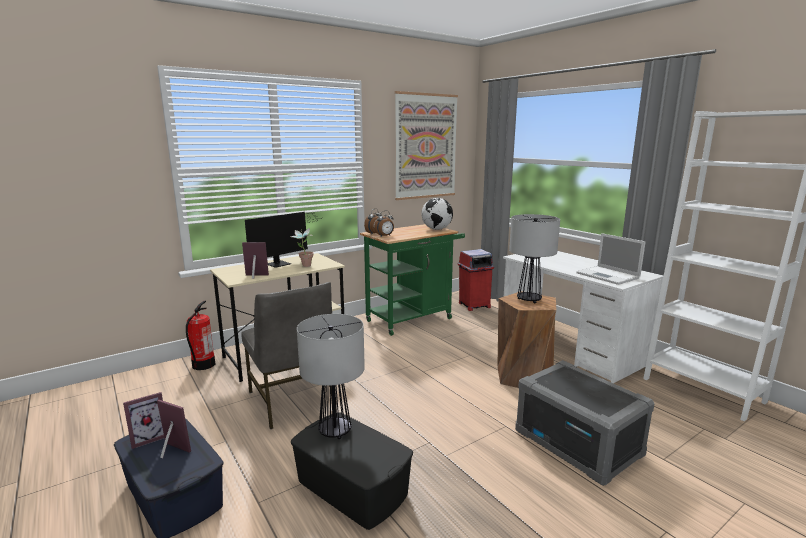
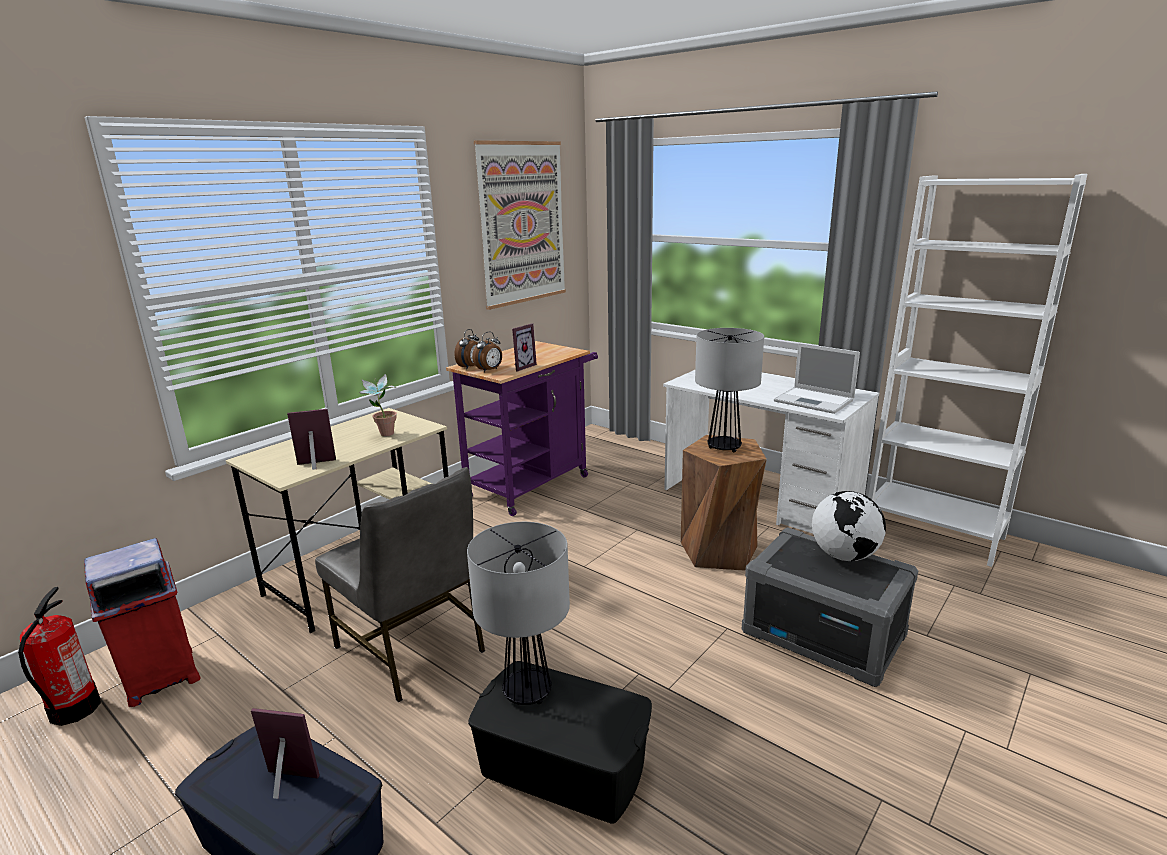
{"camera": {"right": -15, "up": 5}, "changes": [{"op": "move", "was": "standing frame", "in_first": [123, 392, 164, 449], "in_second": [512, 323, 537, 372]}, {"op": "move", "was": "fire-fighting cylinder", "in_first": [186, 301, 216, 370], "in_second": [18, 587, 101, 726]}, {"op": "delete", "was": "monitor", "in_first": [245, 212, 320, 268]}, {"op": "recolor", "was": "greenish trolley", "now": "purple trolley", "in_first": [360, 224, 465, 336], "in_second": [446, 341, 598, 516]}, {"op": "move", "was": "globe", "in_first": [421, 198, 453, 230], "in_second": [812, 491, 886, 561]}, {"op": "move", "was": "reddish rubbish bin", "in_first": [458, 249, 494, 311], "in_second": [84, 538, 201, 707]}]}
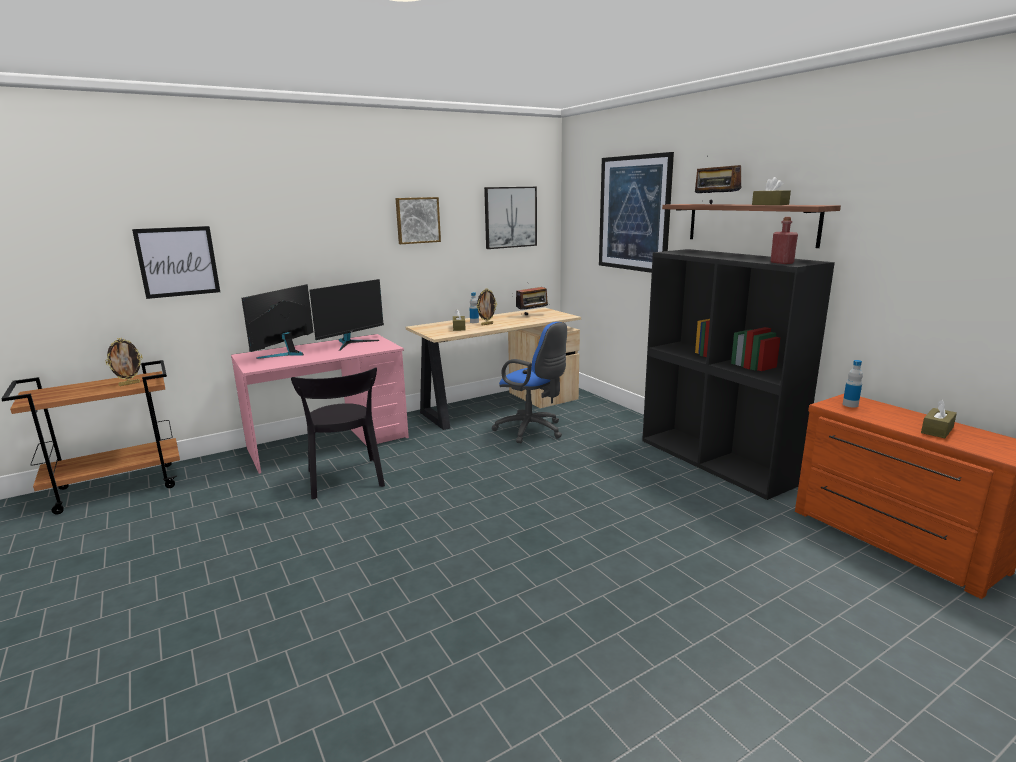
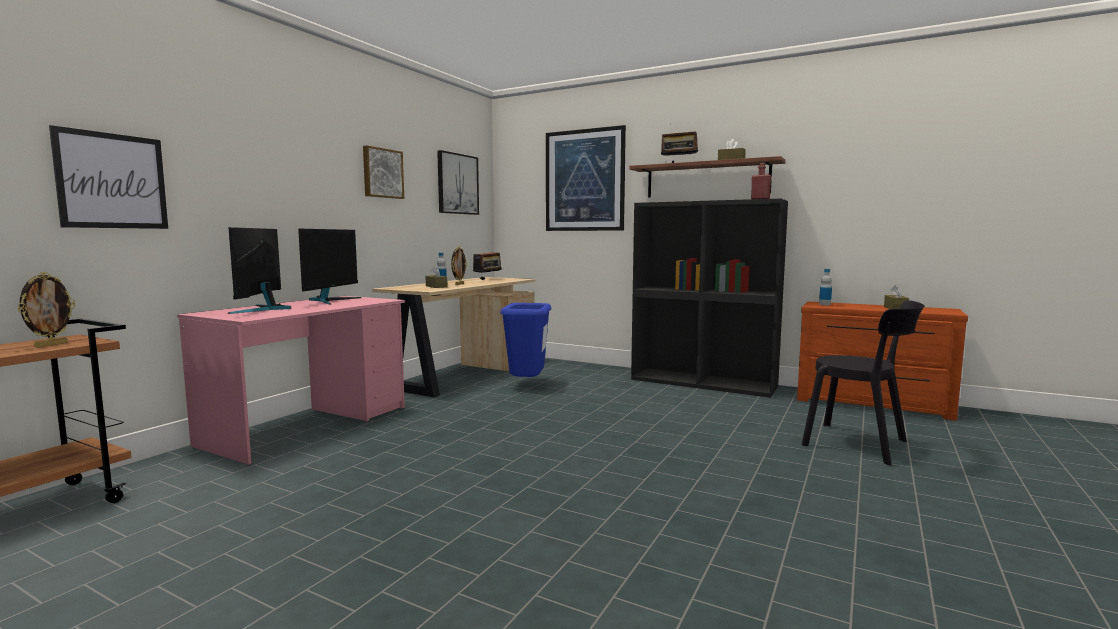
{"camera": {"right": -30, "up": -10}, "changes": [{"op": "move", "was": "black upright chair", "in_first": [291, 367, 385, 499], "in_second": [802, 300, 925, 466]}, {"op": "replace", "was": "blue-coloured office chair", "now": "blue-coloured rubbish bin", "in_first": [492, 322, 567, 443], "in_second": [500, 303, 551, 377]}]}
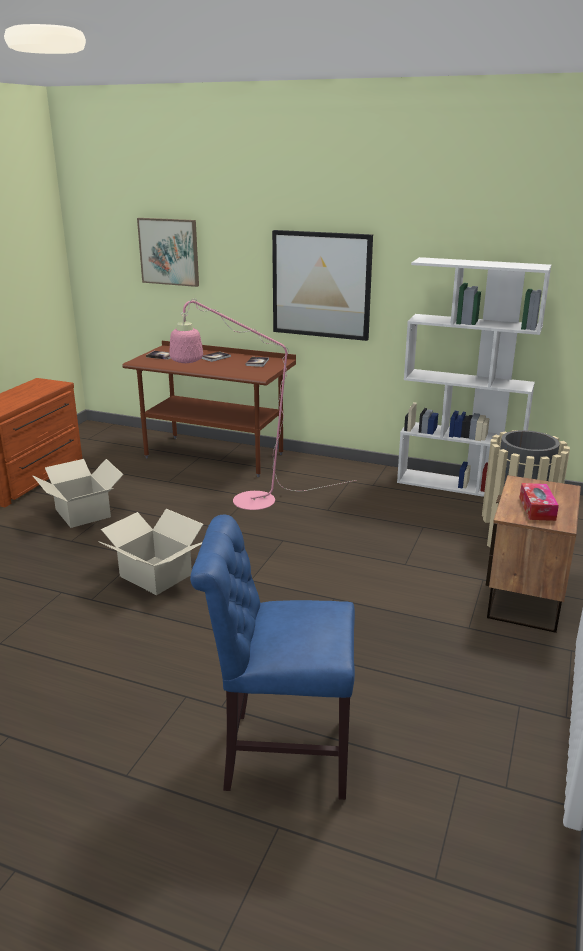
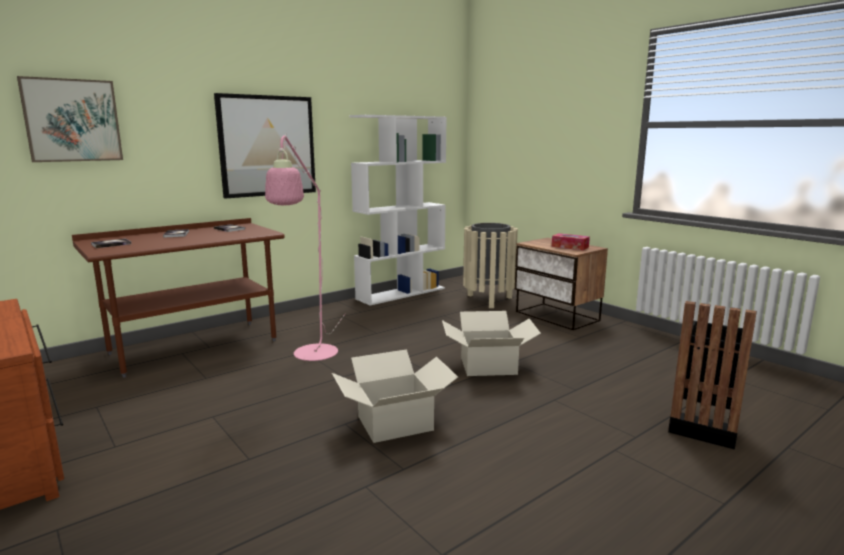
{"camera": {"right": -60, "up": -10}, "changes": [{"op": "move", "was": "carton", "in_first": [33, 459, 124, 528], "in_second": [442, 311, 541, 376]}, {"op": "replace", "was": "blue-coloured upright chair", "now": "black rubbish bin", "in_first": [190, 515, 355, 800], "in_second": [668, 301, 757, 450]}]}
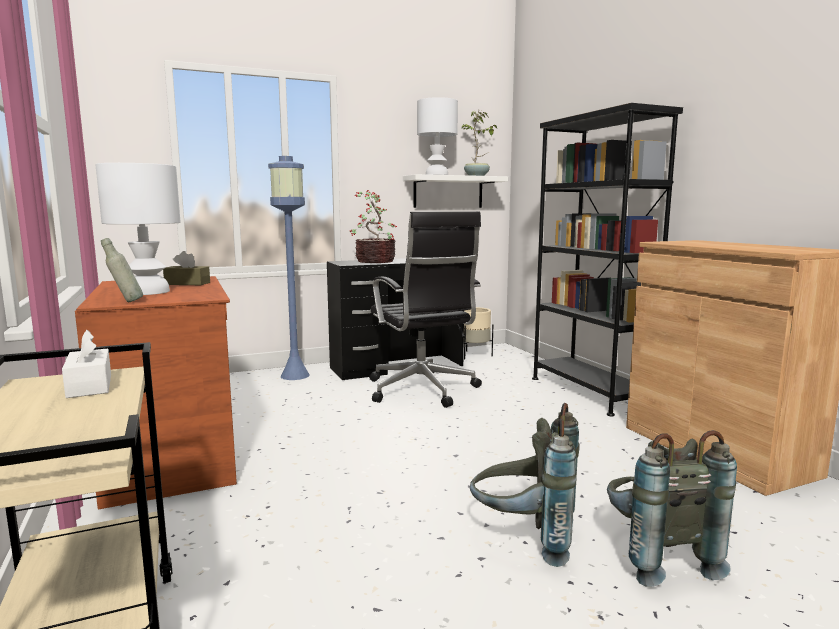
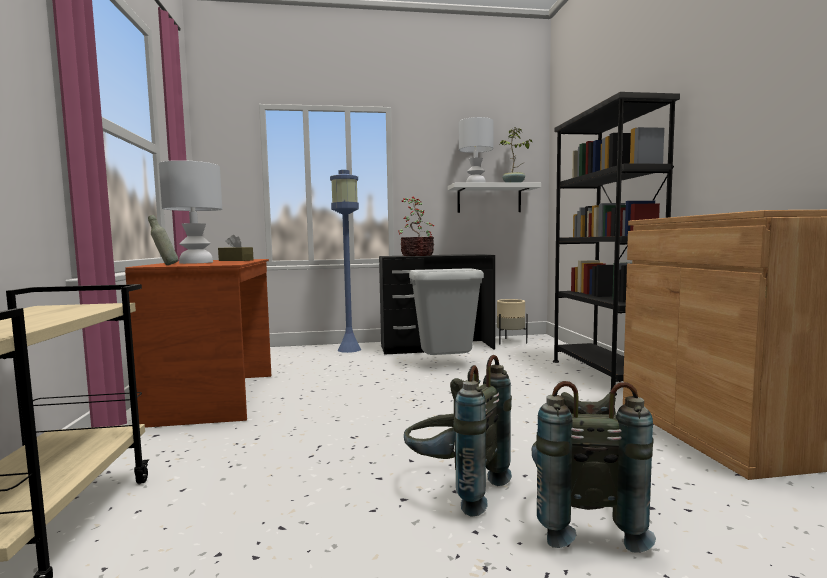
{"camera": {"right": 15, "up": -5}, "changes": [{"op": "delete", "was": "white-coloured tissue holder", "in_first": [62, 330, 111, 398]}, {"op": "replace", "was": "black office chair", "now": "gray rubbish bin", "in_first": [369, 211, 482, 408], "in_second": [409, 269, 484, 355]}]}
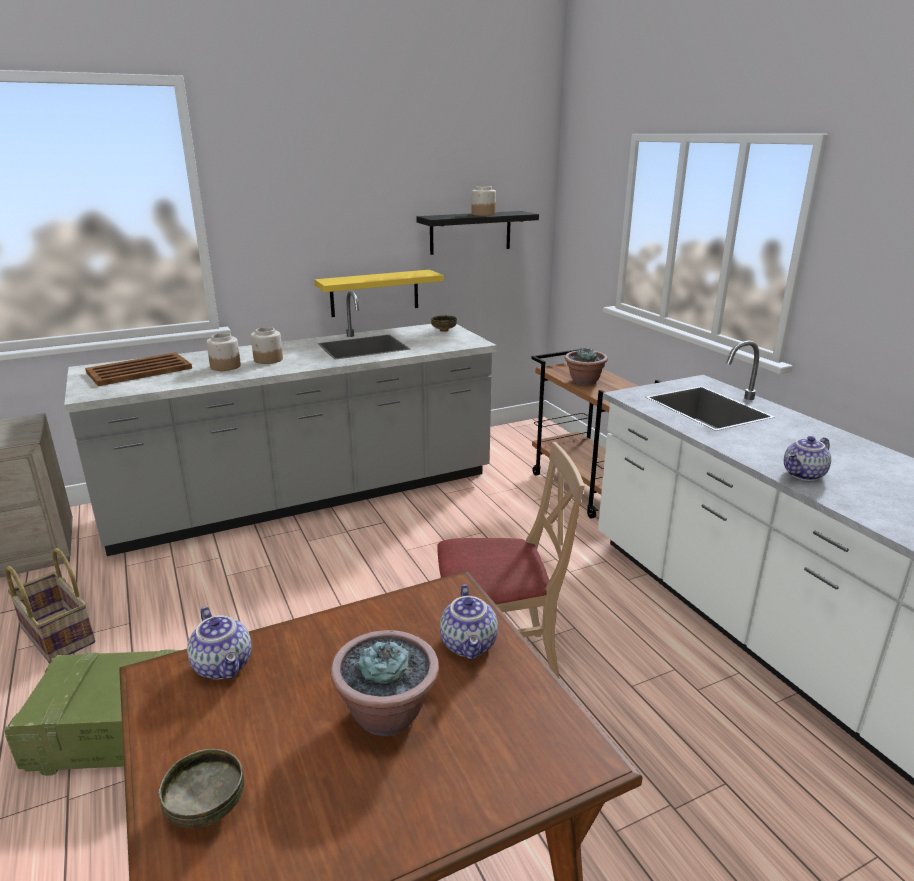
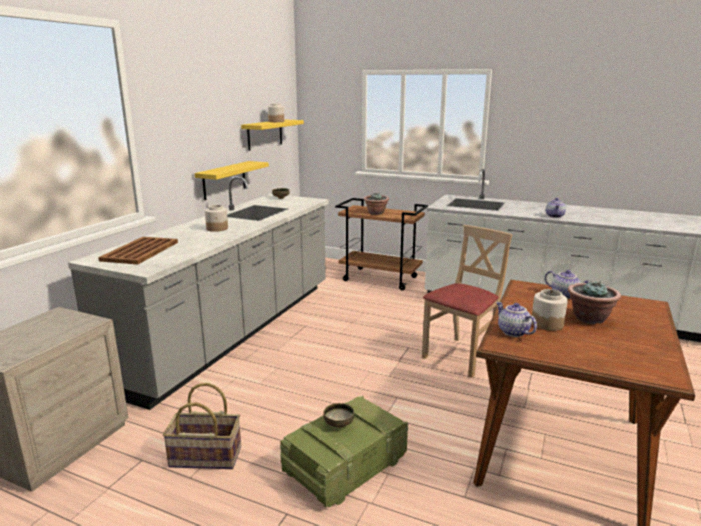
{"camera": {"right": -40, "up": -5}, "changes": [{"op": "move", "was": "deep dish", "in_first": [158, 749, 244, 828], "in_second": [324, 403, 354, 428]}, {"op": "rotate", "was": "teapot", "in_first": [187, 607, 252, 680], "in_second": [496, 302, 537, 337], "clockwise": -135}, {"op": "move", "was": "storage jar", "in_first": [206, 333, 241, 371], "in_second": [532, 289, 568, 331]}, {"op": "recolor", "was": "black wall shelf", "now": "yellow-coloured wall shelf", "in_first": [417, 211, 539, 255], "in_second": [241, 120, 304, 151]}]}
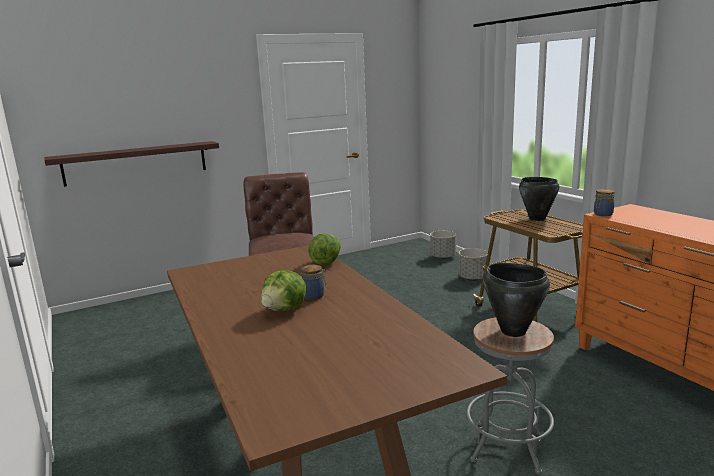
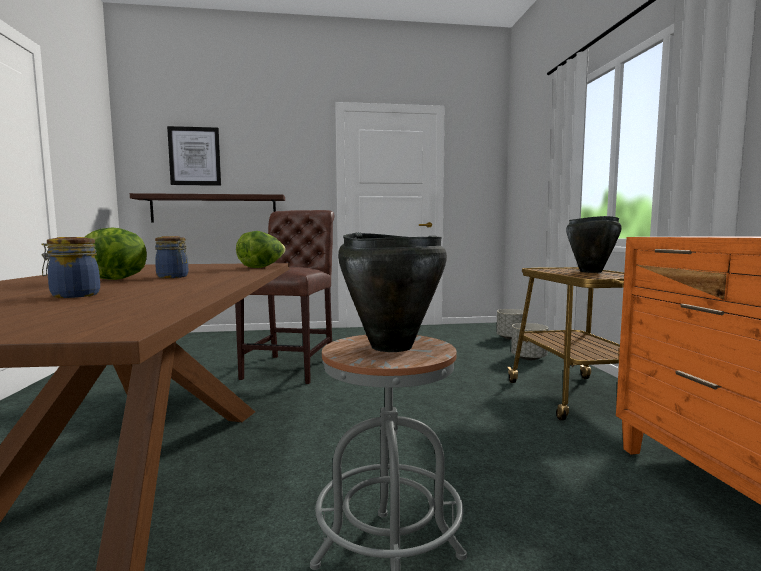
{"camera": {"right": 20, "up": -10}, "changes": [{"op": "move", "was": "storage jar", "in_first": [594, 189, 615, 216], "in_second": [41, 237, 100, 298]}, {"op": "insert", "now": "wall picture", "in_second": [167, 126, 221, 186]}]}
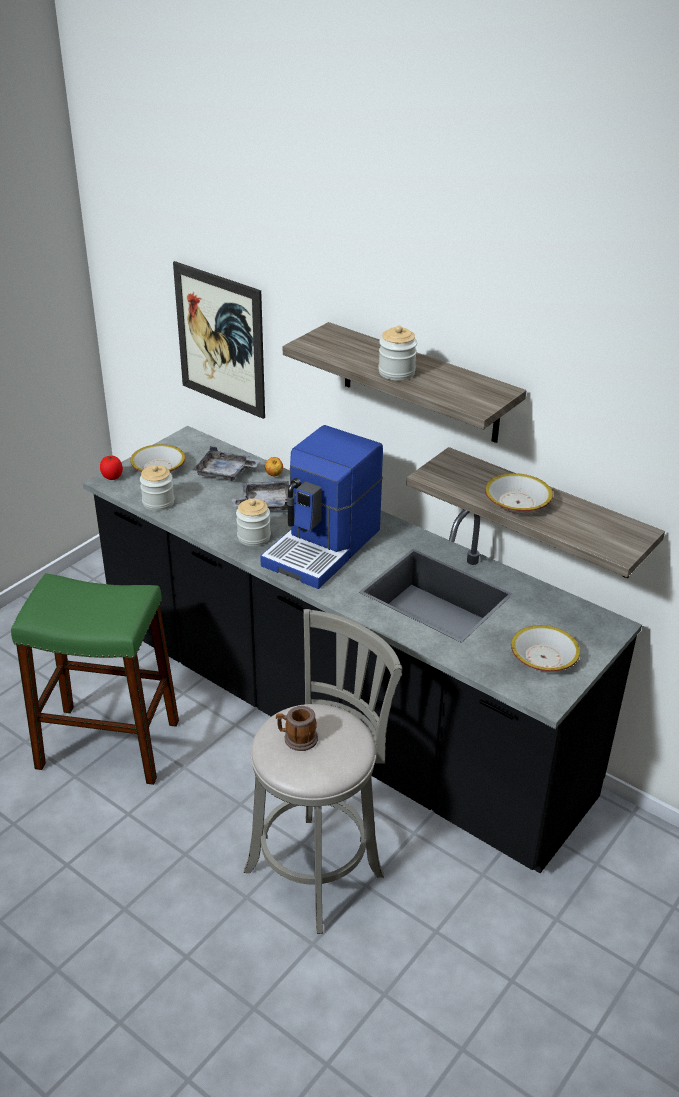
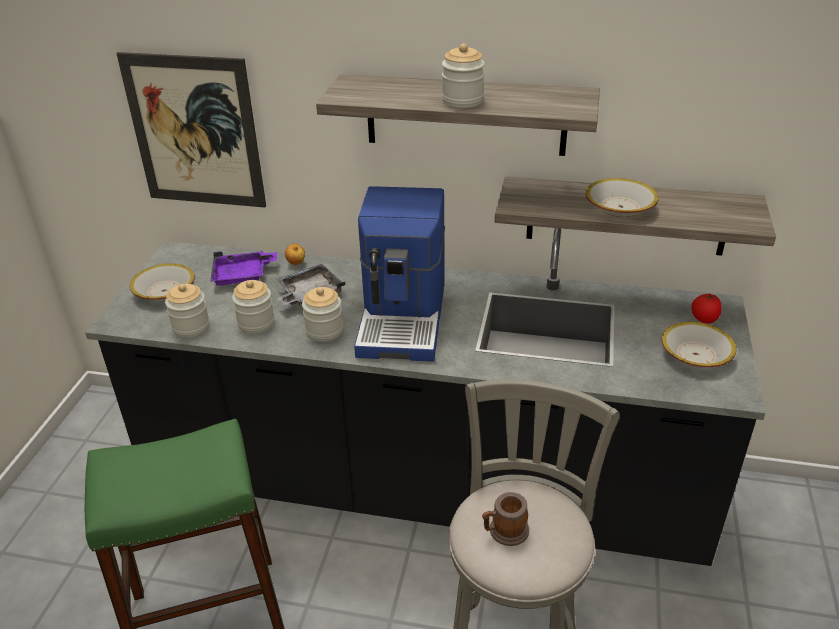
{"camera": {"right": -25, "up": 0}, "changes": [{"op": "move", "was": "tomato", "in_first": [100, 456, 123, 480], "in_second": [691, 294, 722, 323]}, {"op": "recolor", "was": "gray carrying tray", "now": "purple carrying tray", "in_first": [193, 446, 260, 481], "in_second": [210, 251, 277, 286]}, {"op": "insert", "now": "storage jar", "in_second": [232, 280, 275, 334]}]}
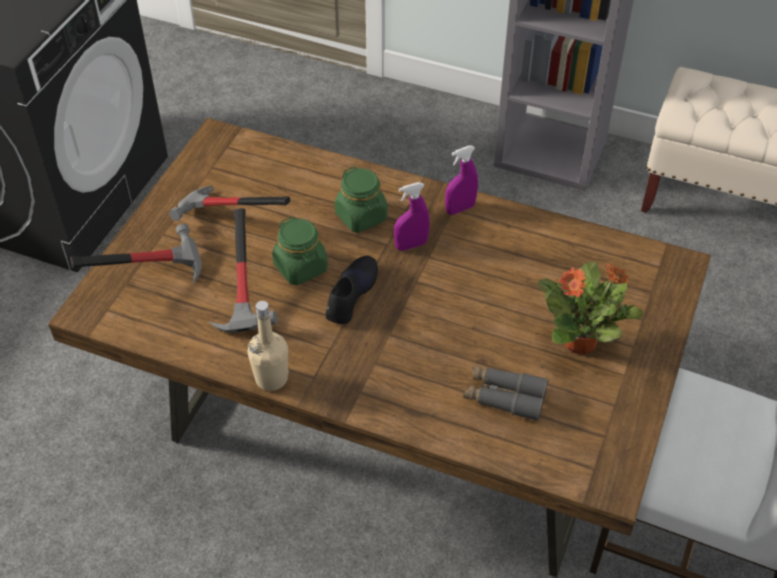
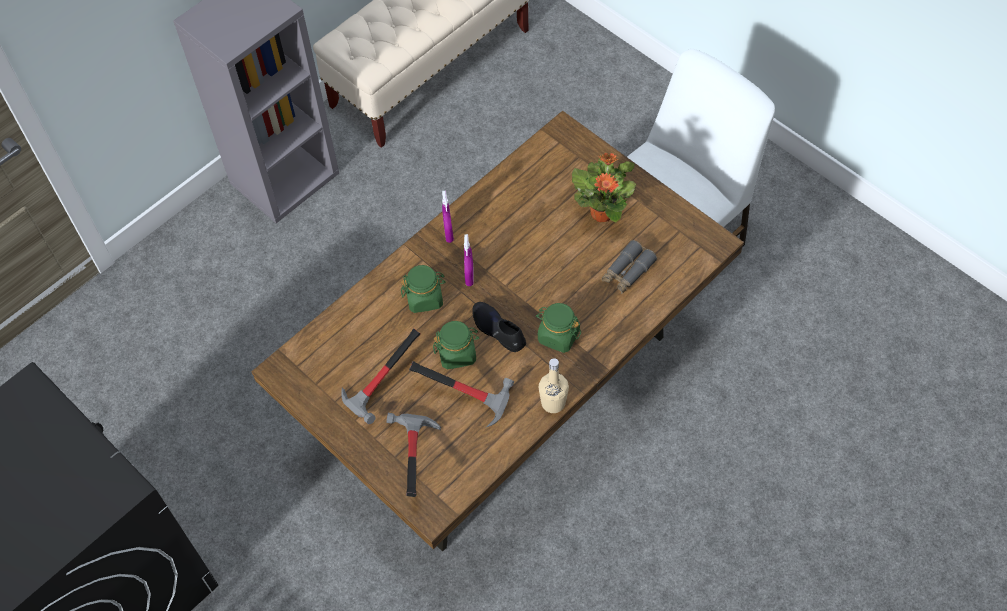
{"camera": {"right": -65, "up": 10}, "changes": [{"op": "insert", "now": "greenish storage jar", "in_second": [536, 303, 581, 353]}]}
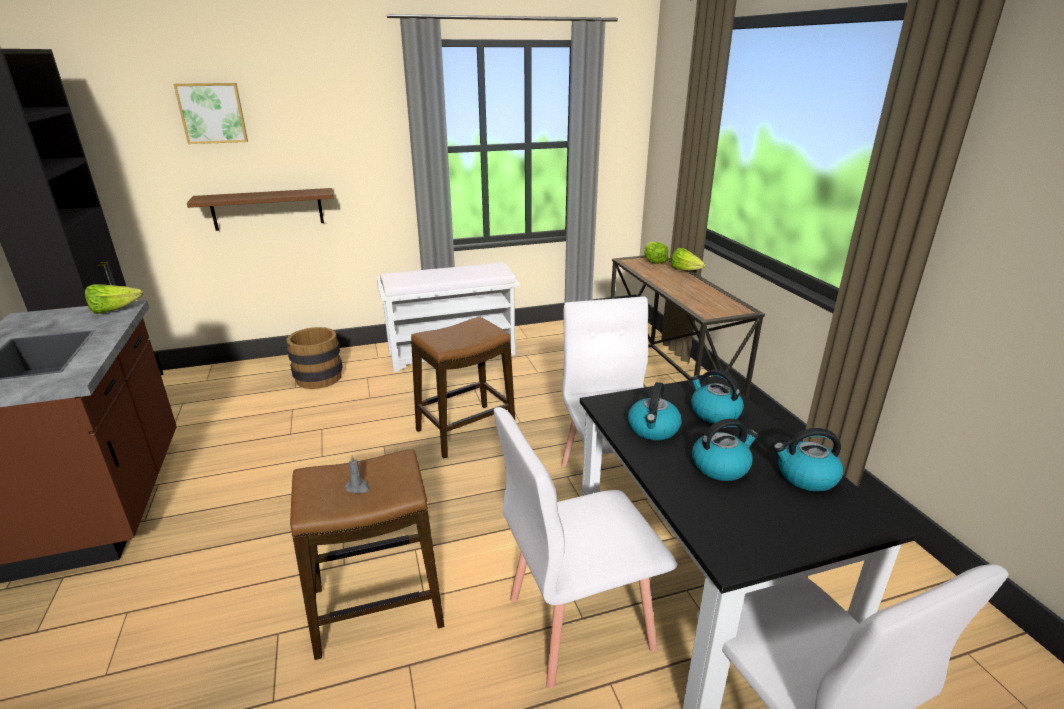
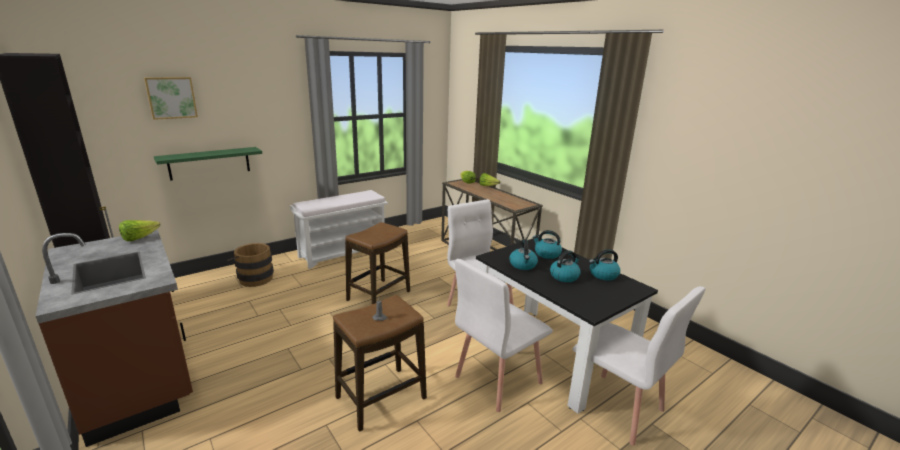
{"camera": {"right": -20, "up": -5}, "changes": [{"op": "recolor", "was": "brown-coloured wall shelf", "now": "greenish wall shelf", "in_first": [187, 188, 333, 231], "in_second": [154, 147, 262, 181]}]}
